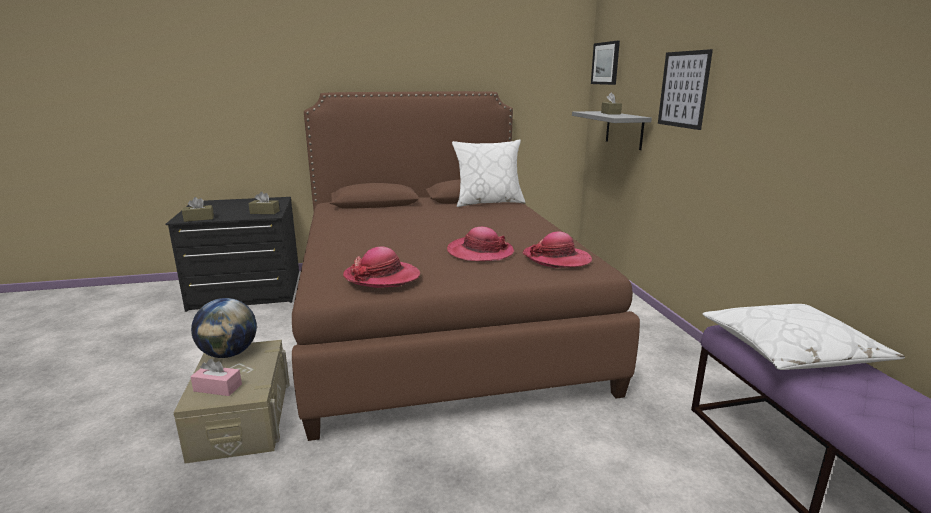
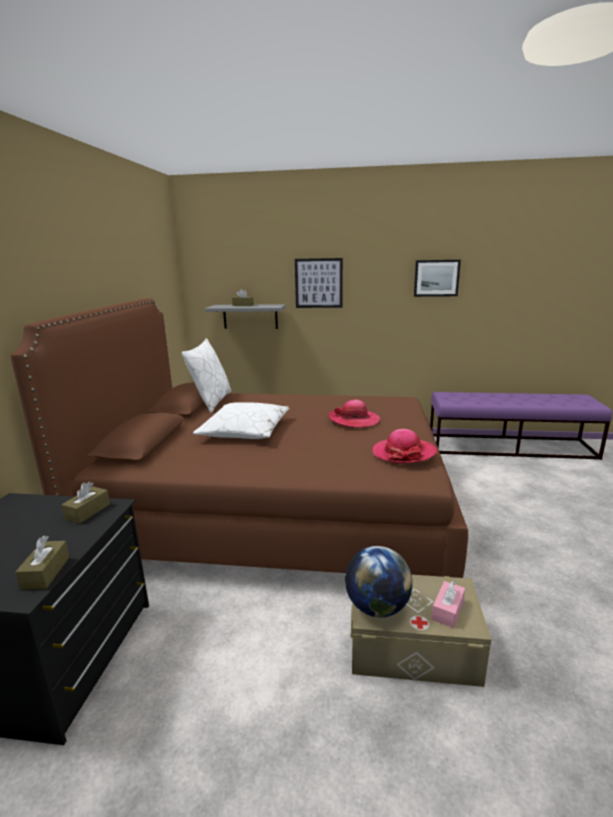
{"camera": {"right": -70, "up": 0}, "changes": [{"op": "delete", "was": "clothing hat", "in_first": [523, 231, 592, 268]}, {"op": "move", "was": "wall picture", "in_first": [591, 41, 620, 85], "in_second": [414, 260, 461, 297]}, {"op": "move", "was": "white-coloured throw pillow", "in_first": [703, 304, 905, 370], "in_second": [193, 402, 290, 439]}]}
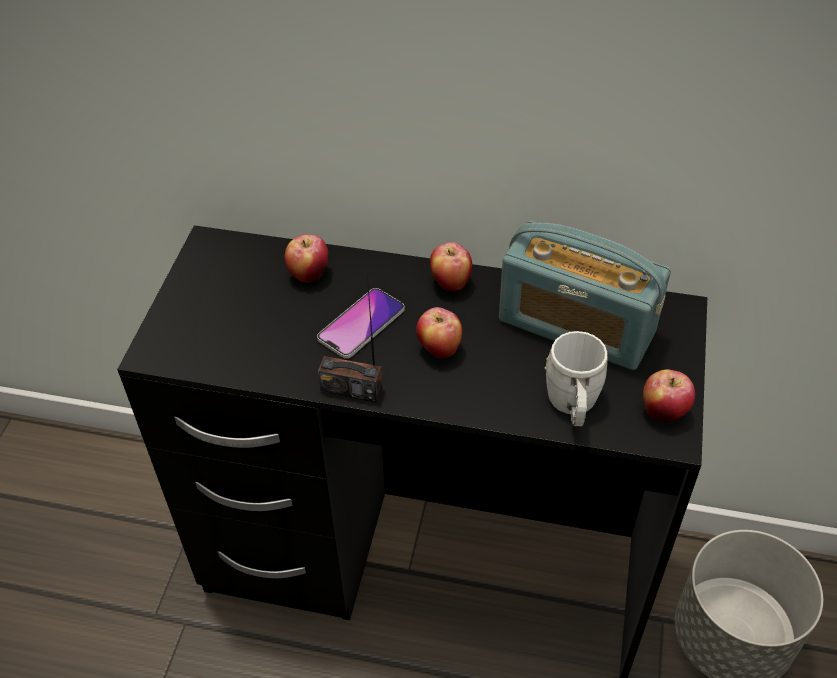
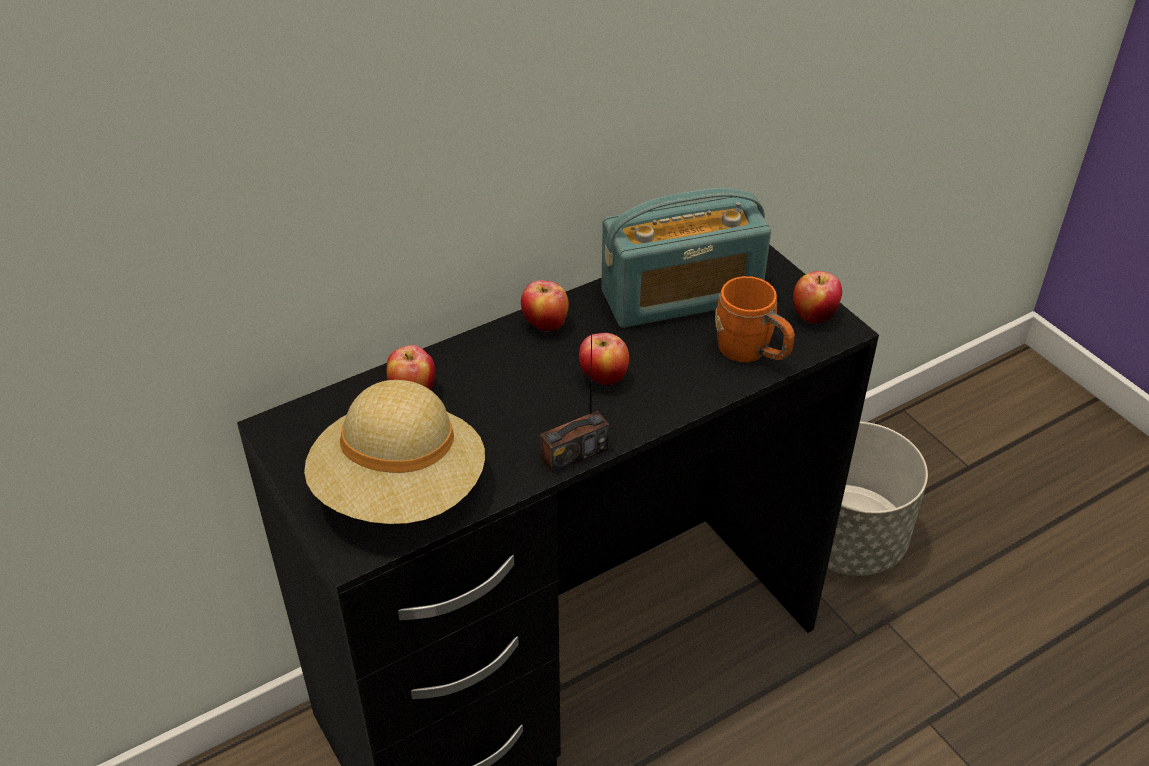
{"camera": {"right": -45, "up": -5}, "changes": [{"op": "delete", "was": "phone", "in_first": [317, 288, 405, 359]}, {"op": "recolor", "was": "white-coloured tea mug", "now": "orangey tea mug", "in_first": [545, 331, 608, 426], "in_second": [715, 276, 795, 362]}, {"op": "insert", "now": "sand-coloured clothing hat", "in_second": [304, 380, 485, 524]}]}
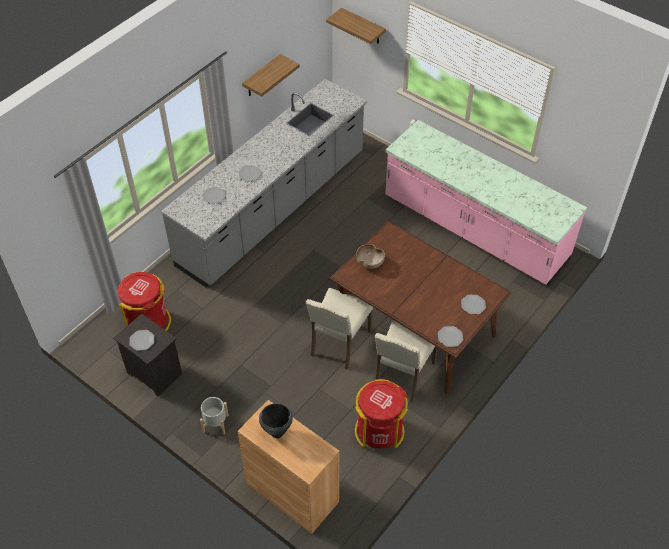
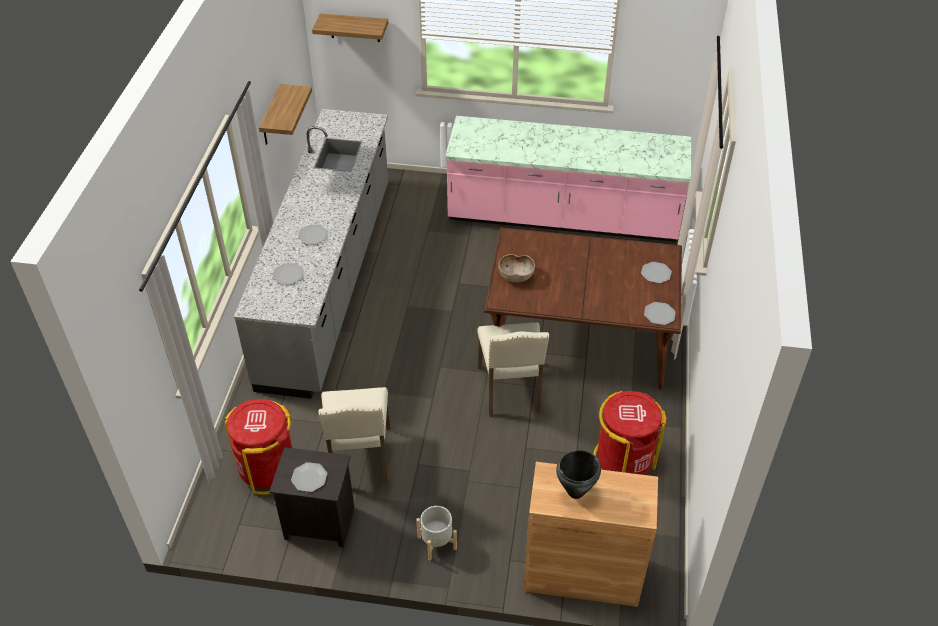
{"camera": {"right": -30, "up": -5}, "changes": [{"op": "move", "was": "sand-coloured upright chair", "in_first": [375, 320, 437, 403], "in_second": [319, 387, 390, 484]}]}
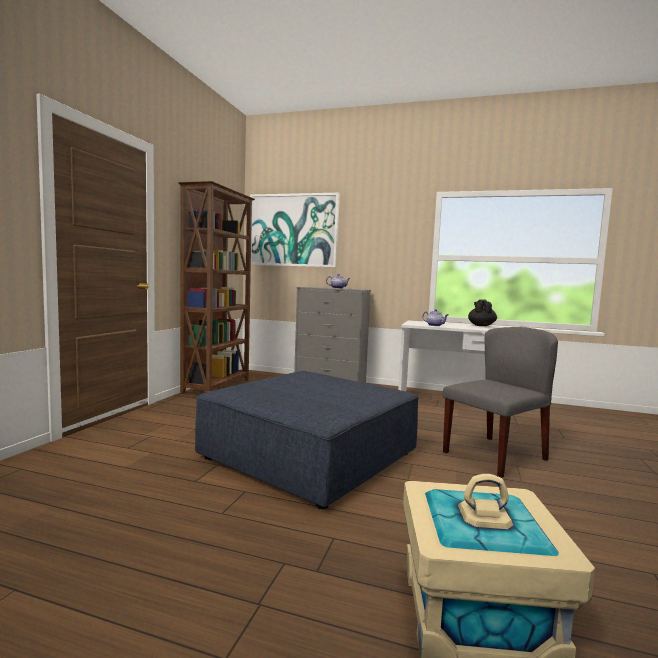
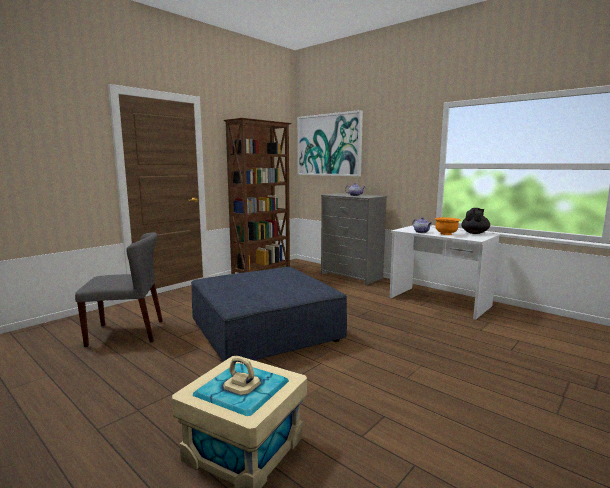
{"camera": {"right": 25, "up": 5}, "changes": [{"op": "move", "was": "gray upright chair", "in_first": [443, 327, 558, 478], "in_second": [75, 232, 163, 347]}, {"op": "insert", "now": "orangey deep dish", "in_second": [435, 217, 460, 235]}]}
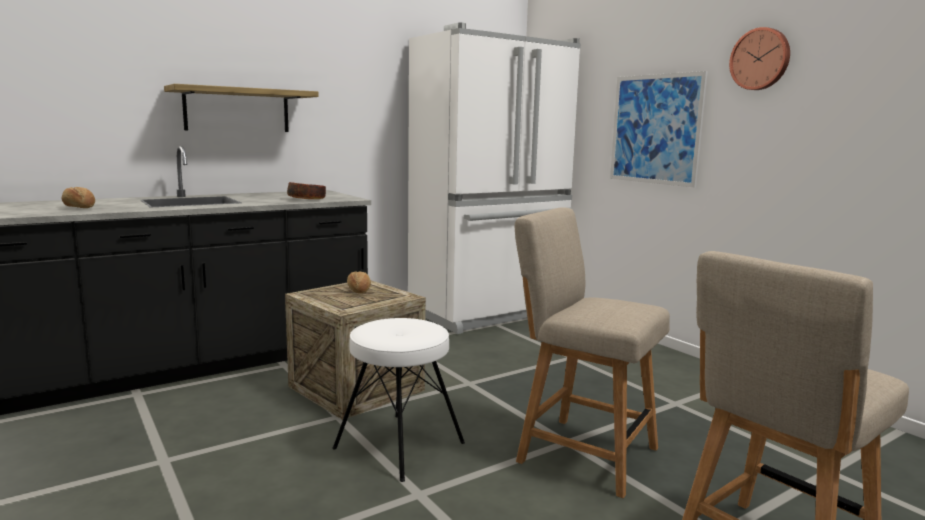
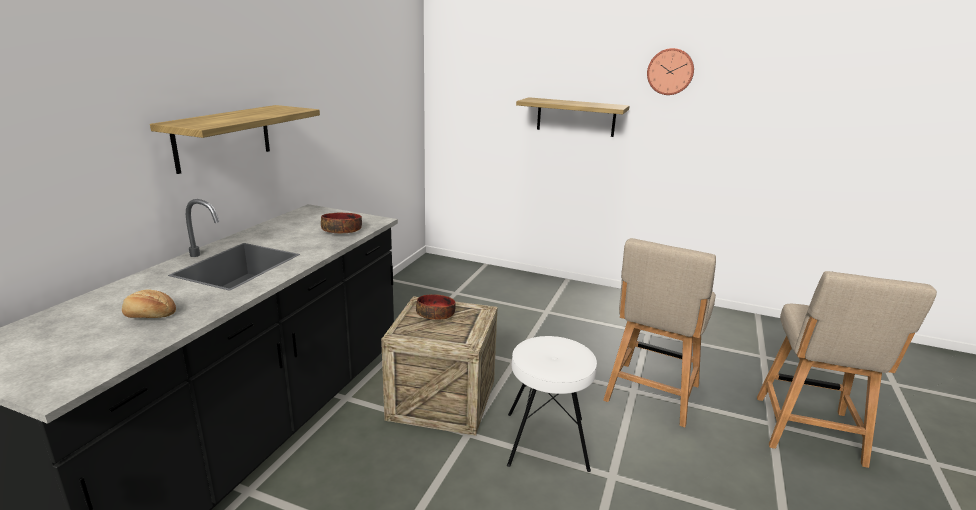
{"camera": {"right": -35, "up": 10}, "changes": [{"op": "replace", "was": "baked bread", "now": "deep dish", "in_first": [347, 271, 371, 294], "in_second": [416, 294, 456, 320]}, {"op": "delete", "was": "white-coloured fridge", "in_first": [408, 23, 581, 334]}, {"op": "rotate", "was": "sand-coloured upright chair", "in_first": [515, 207, 670, 498], "in_second": [603, 238, 716, 427], "clockwise": -60}, {"op": "replace", "was": "wall picture", "now": "wall shelf", "in_first": [610, 71, 708, 188], "in_second": [516, 97, 630, 137]}]}
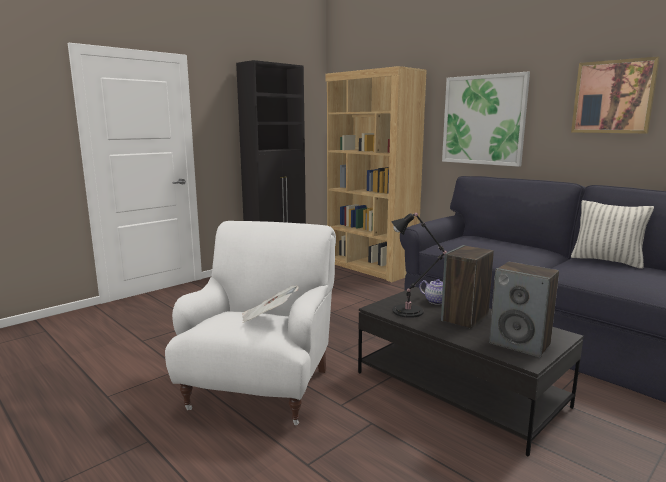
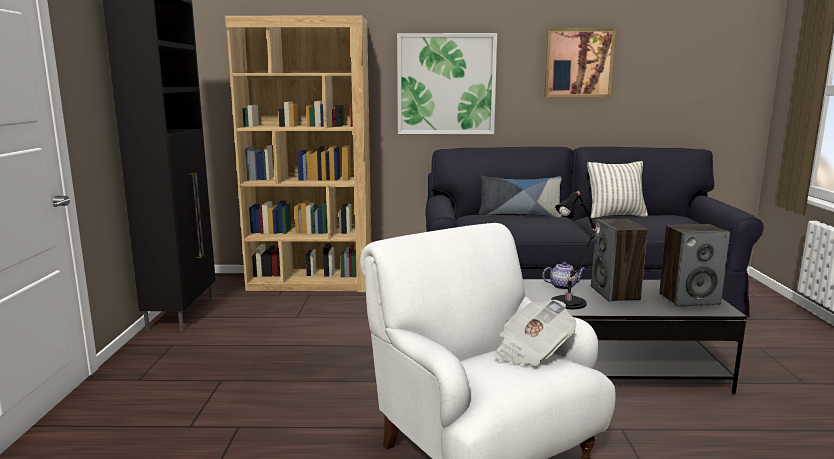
{"camera": {"right": -45, "up": 0}, "changes": [{"op": "insert", "now": "throw pillow", "in_second": [479, 176, 562, 218]}]}
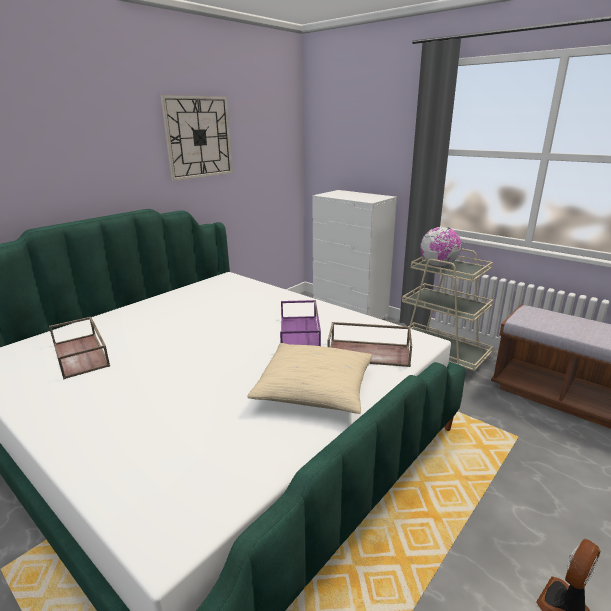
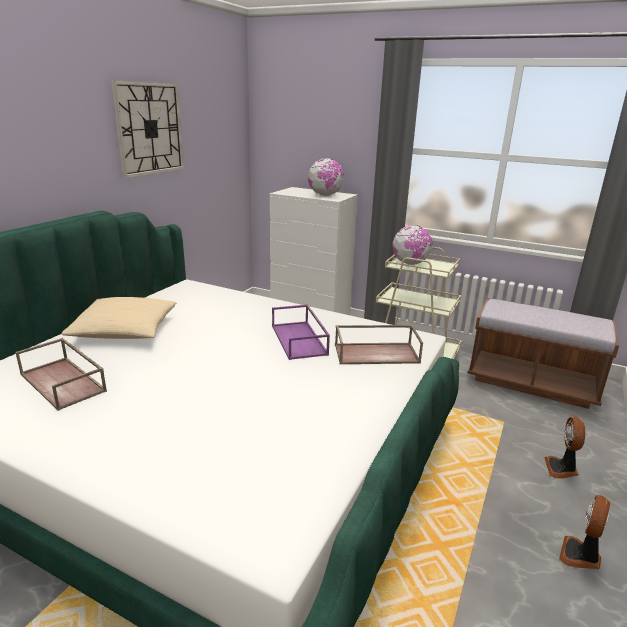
{"camera": {"right": -15, "up": 0}, "changes": [{"op": "move", "was": "sand-coloured throw pillow", "in_first": [247, 343, 373, 414], "in_second": [61, 297, 176, 339]}, {"op": "insert", "now": "globe", "in_second": [308, 159, 344, 196]}, {"op": "insert", "now": "electric fan", "in_second": [544, 417, 585, 479]}]}
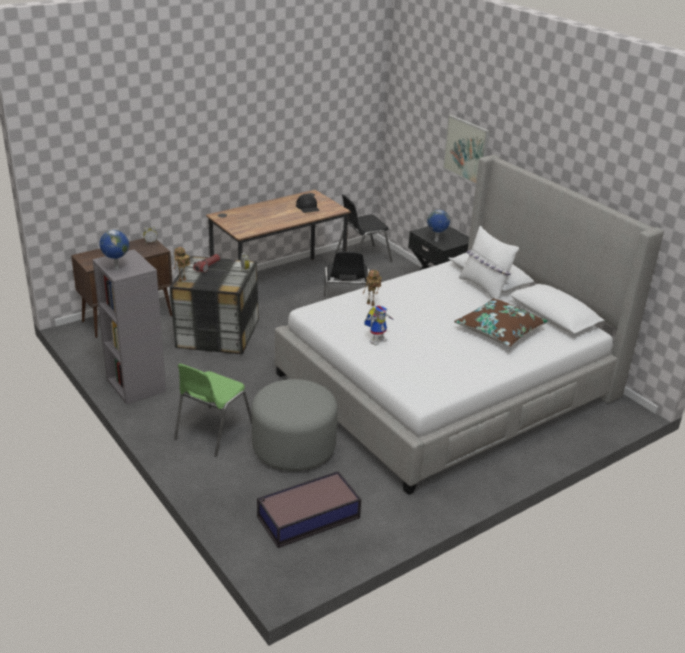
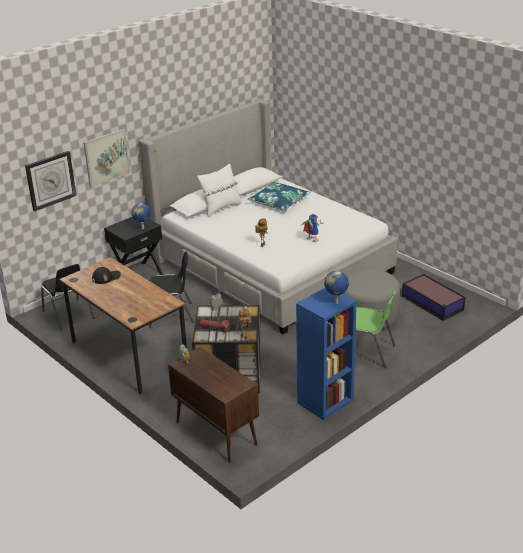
{"camera": {"right": -95, "up": 0}, "changes": [{"op": "recolor", "was": "gray bookshelf", "now": "blue-coloured bookshelf", "in_first": [92, 249, 166, 405], "in_second": [296, 288, 357, 420]}, {"op": "recolor", "was": "brown-coloured throw pillow", "now": "blue-coloured throw pillow", "in_first": [454, 298, 548, 347], "in_second": [248, 182, 311, 211]}, {"op": "insert", "now": "clock on the wall", "in_second": [25, 151, 77, 211]}]}
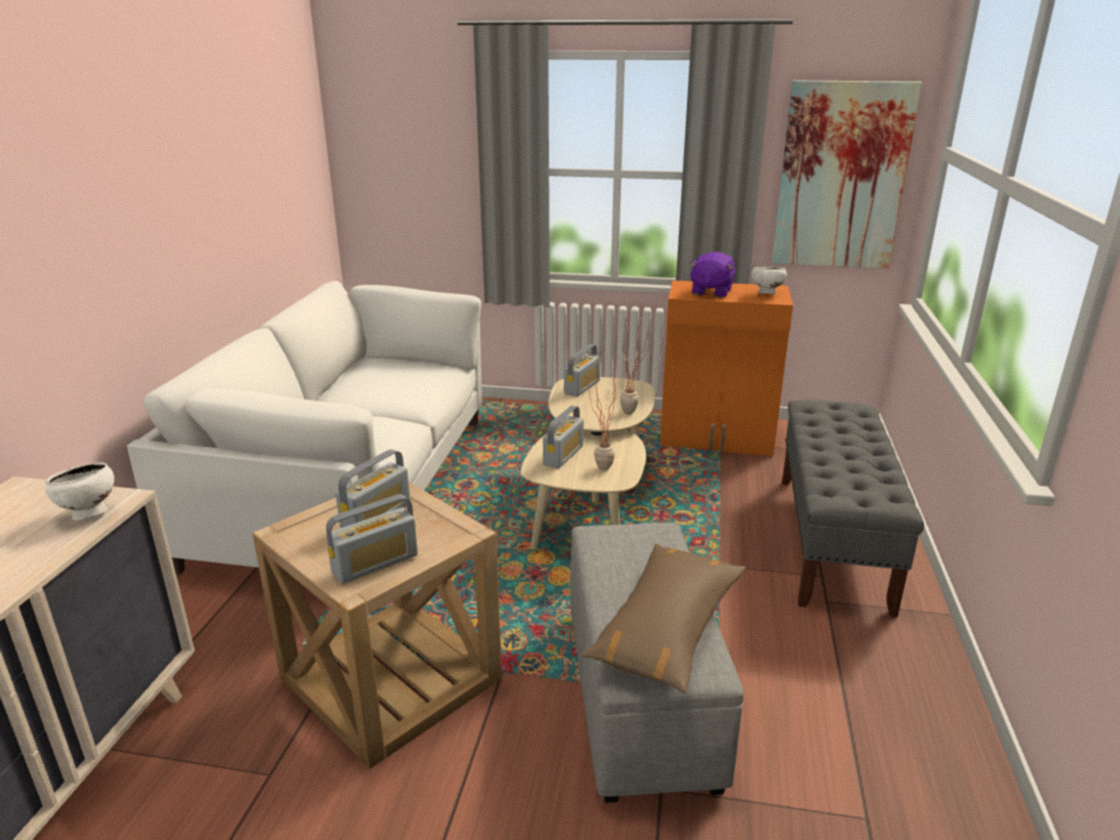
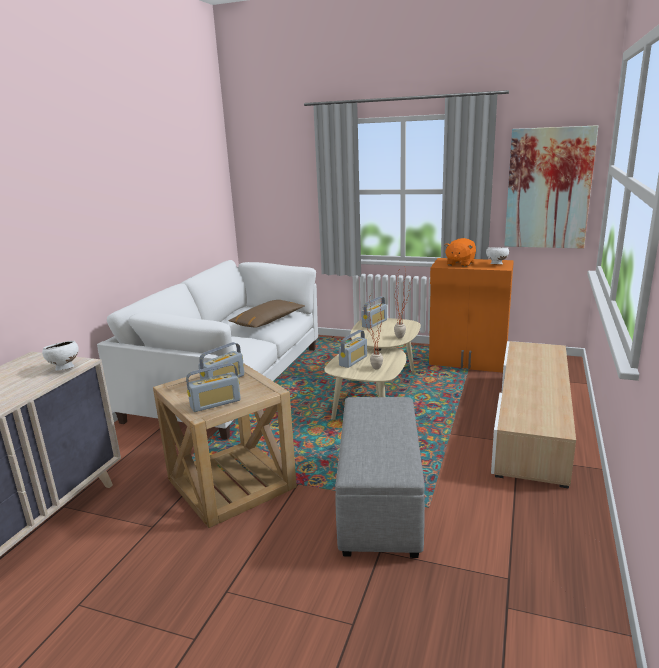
{"camera": {"right": 10, "up": -5}, "changes": [{"op": "move", "was": "brown-coloured throw pillow", "in_first": [582, 544, 746, 694], "in_second": [228, 300, 305, 328]}, {"op": "recolor", "was": "purple soft toy", "now": "orangey soft toy", "in_first": [689, 252, 735, 298], "in_second": [444, 238, 476, 267]}, {"op": "replace", "was": "gray bench", "now": "sand-coloured tv stand", "in_first": [782, 400, 924, 617], "in_second": [491, 341, 576, 489]}]}
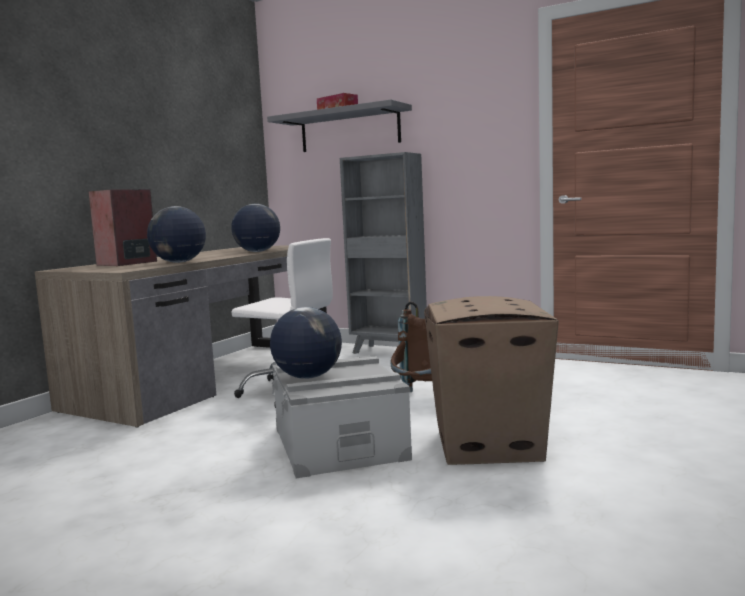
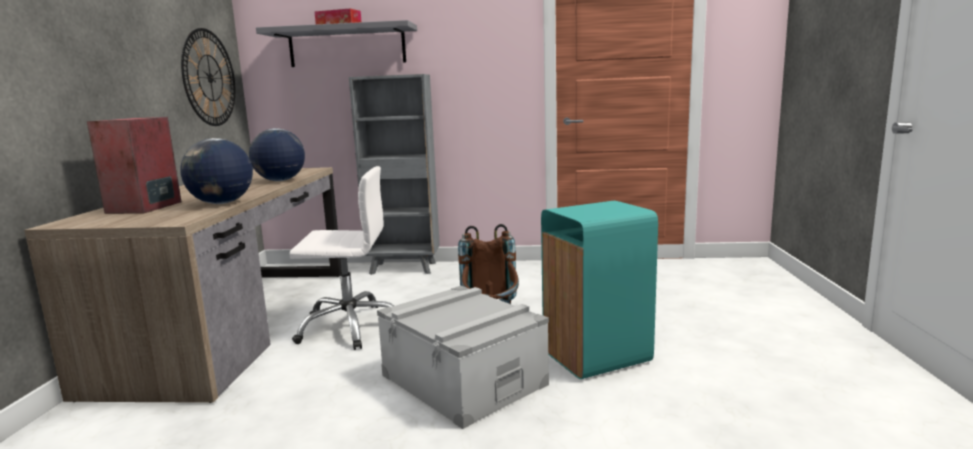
{"camera": {"right": -25, "up": 5}, "changes": [{"op": "delete", "was": "globe", "in_first": [270, 307, 342, 379]}, {"op": "replace", "was": "carton", "now": "turquoise rubbish bin", "in_first": [424, 296, 559, 465], "in_second": [541, 201, 658, 379]}, {"op": "insert", "now": "clock on the wall", "in_second": [181, 28, 235, 126]}]}
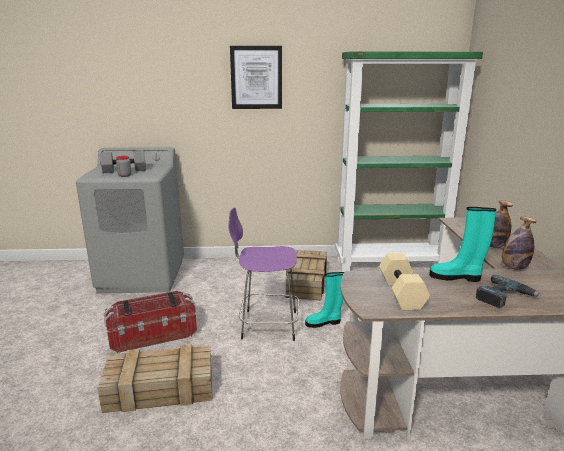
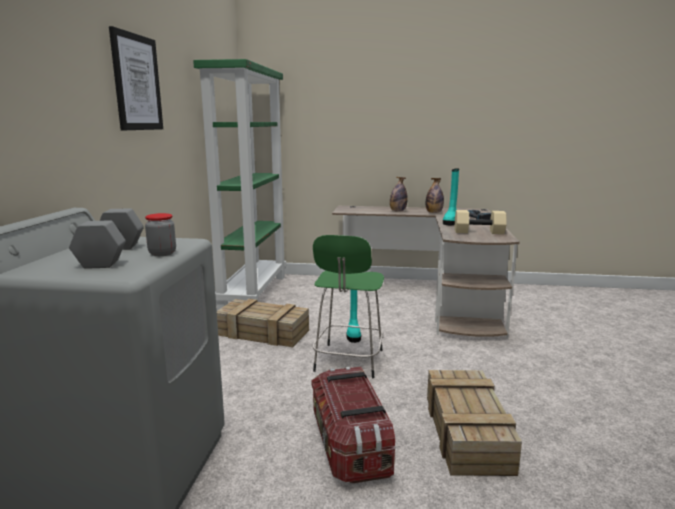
{"camera": {"right": -80, "up": -5}, "changes": [{"op": "recolor", "was": "purple sitting stool", "now": "greenish sitting stool", "in_first": [228, 207, 299, 341], "in_second": [312, 235, 384, 378]}]}
